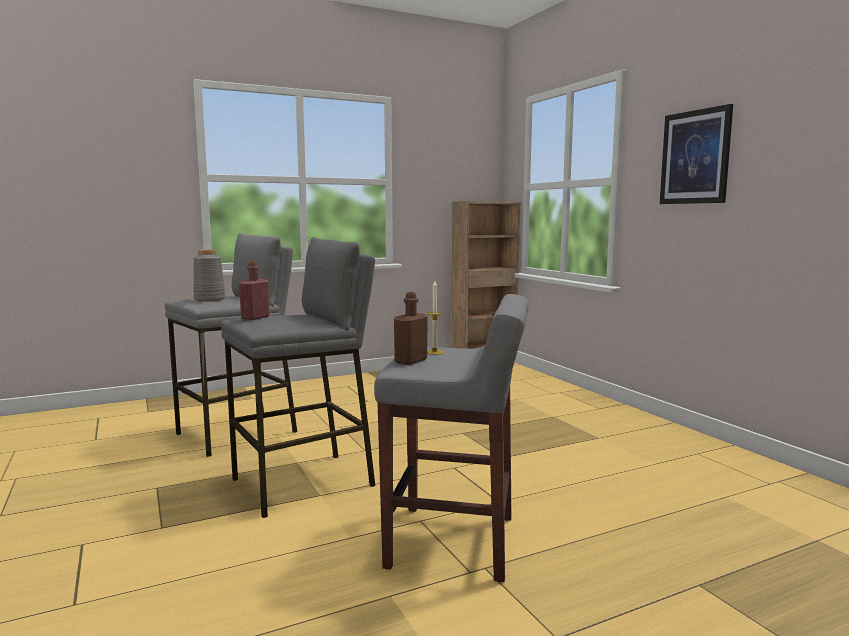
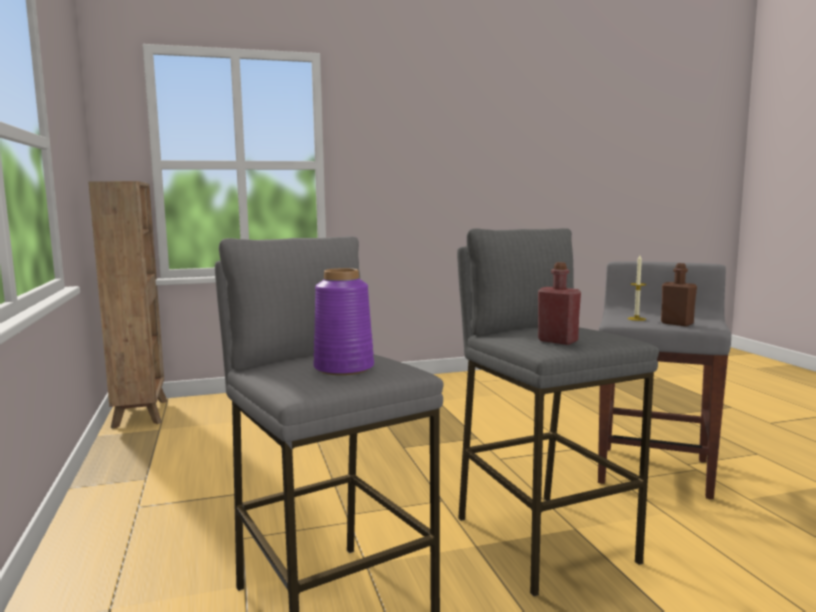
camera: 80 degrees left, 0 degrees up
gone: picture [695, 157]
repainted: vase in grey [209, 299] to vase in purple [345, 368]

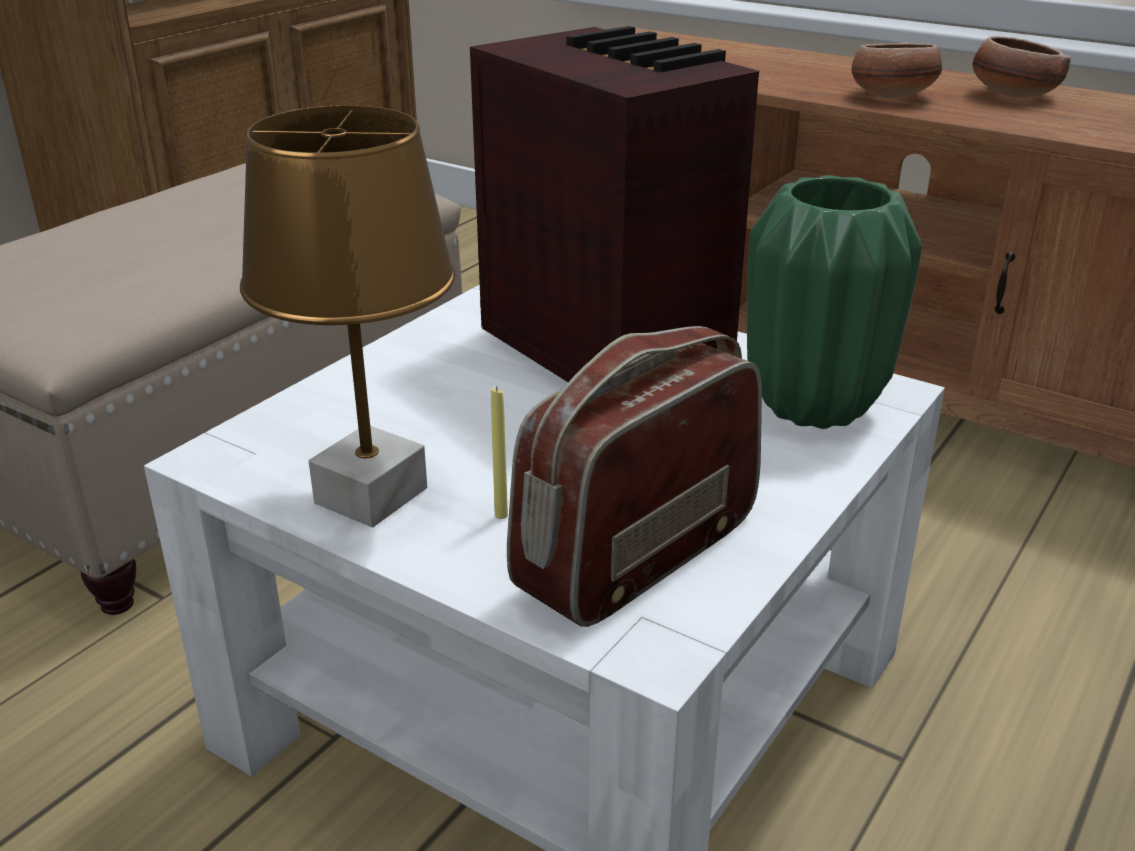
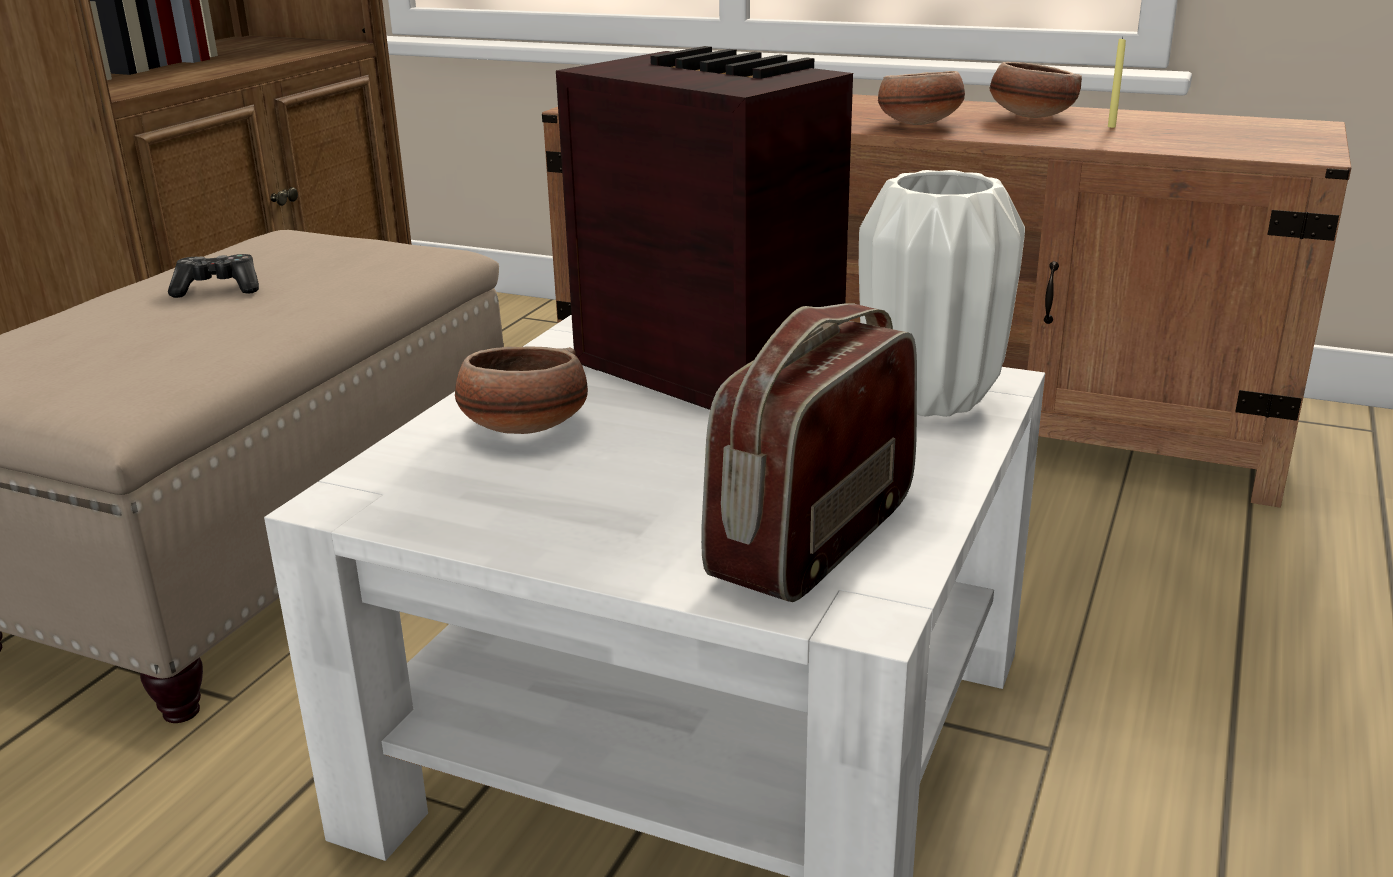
camera: 10 degrees left, 5 degrees down
gone: table lamp in brown [371, 494]
new: game controller [218, 289]; bowl [523, 429]
shifted: candle in yellow [501, 515] to [1111, 126]
repainted: vase in green [812, 405] to vase in white [928, 398]

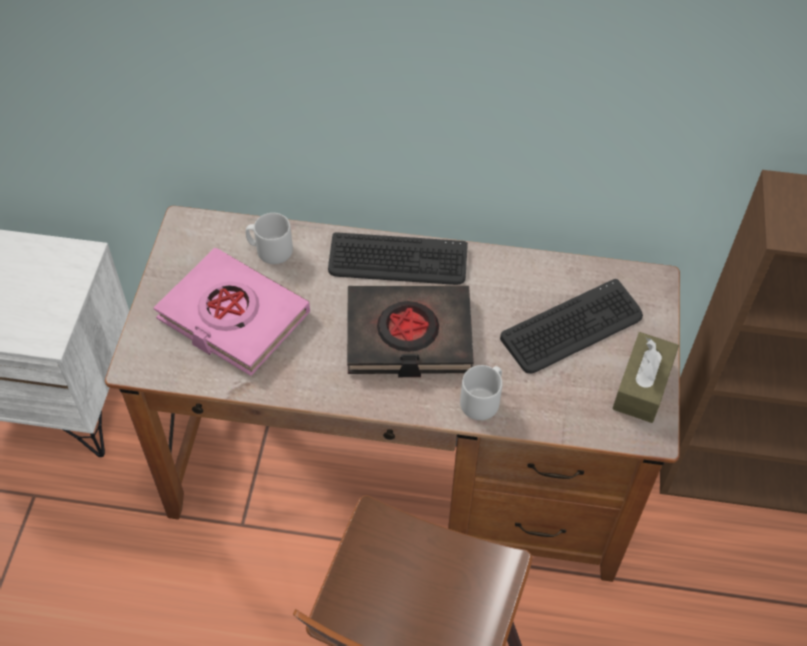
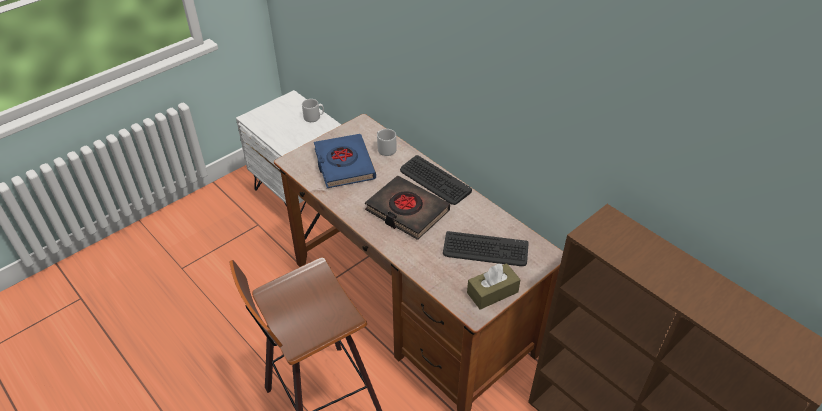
camera: 40 degrees right, 10 degrees down
shifted: mug in grey [482, 400] to [314, 117]
repainted: book in pink [233, 317] to book in blue [344, 164]

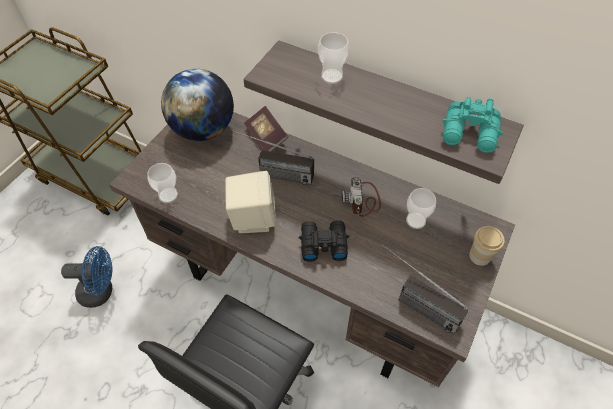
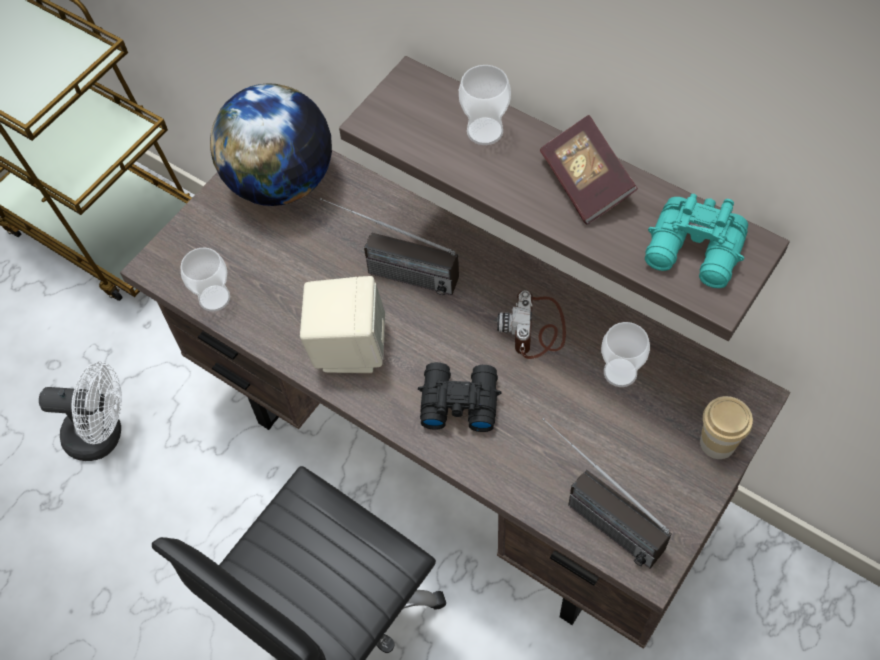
camera: 10 degrees right, 5 degrees up
shifted: book [266, 137] to [585, 183]
repainted: fan in blue [101, 291] to fan in white [103, 435]

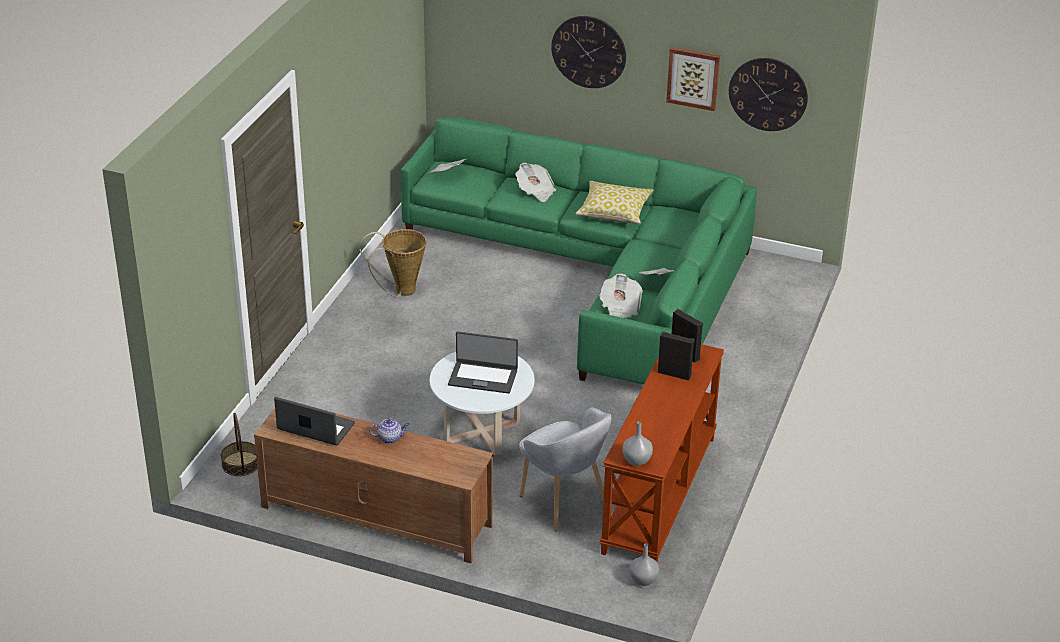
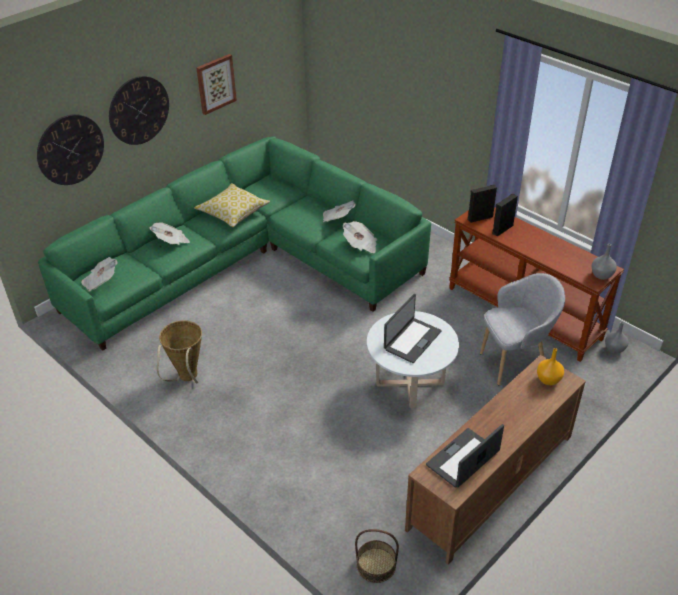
camera: 65 degrees left, 5 degrees up
gone: teapot [390, 438]
new: vase in orange [548, 379]
shifted: wall clock [768, 94] to [70, 149]

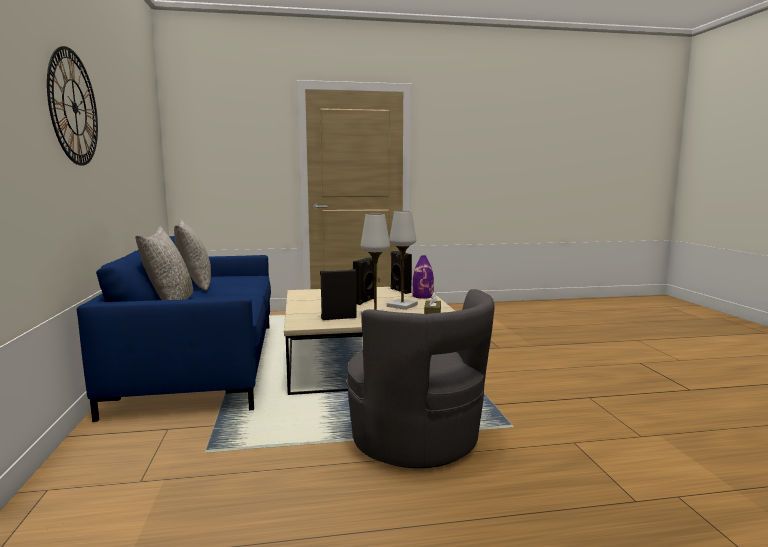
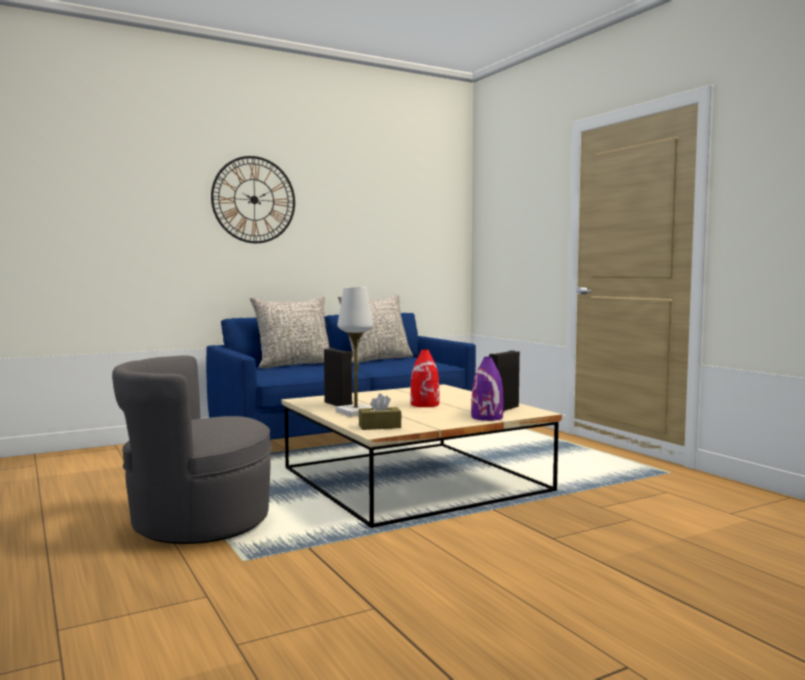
camera: 70 degrees right, 5 degrees down
gone: table lamp in white [402, 306]
swapped: speaker in black [365, 301] to vase in red [425, 404]
rotated: armchair in grey [417, 440] = [197, 522] 45 degrees clockwise

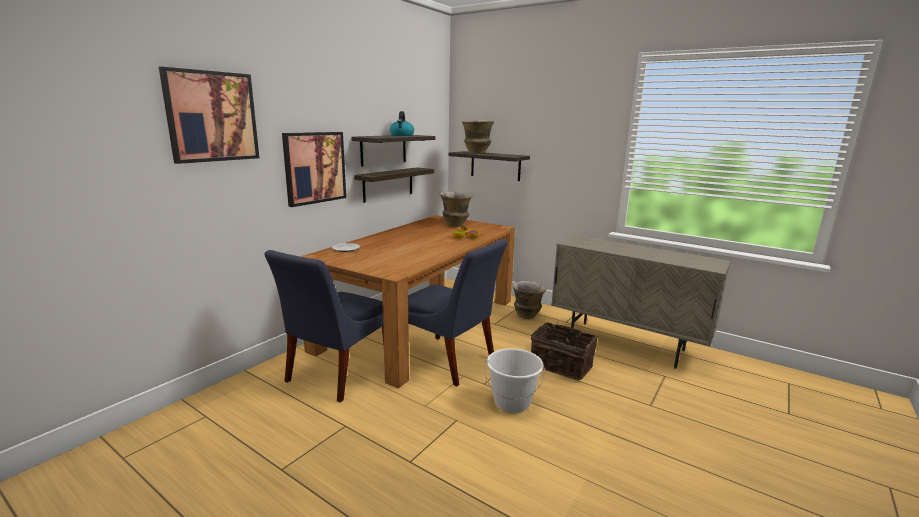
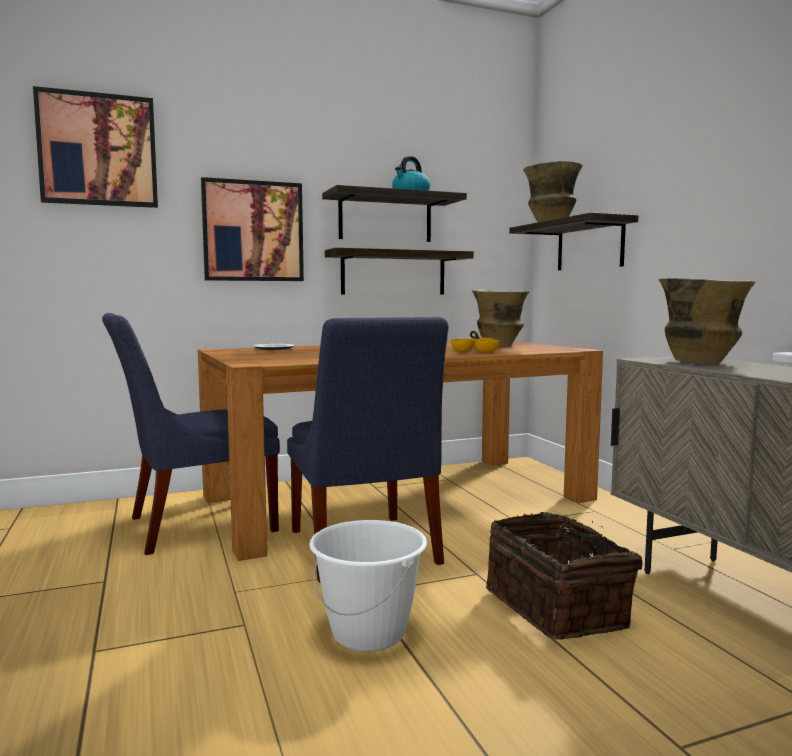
camera: 35 degrees right, 10 degrees down
shifted: vase [527, 316] to [701, 362]

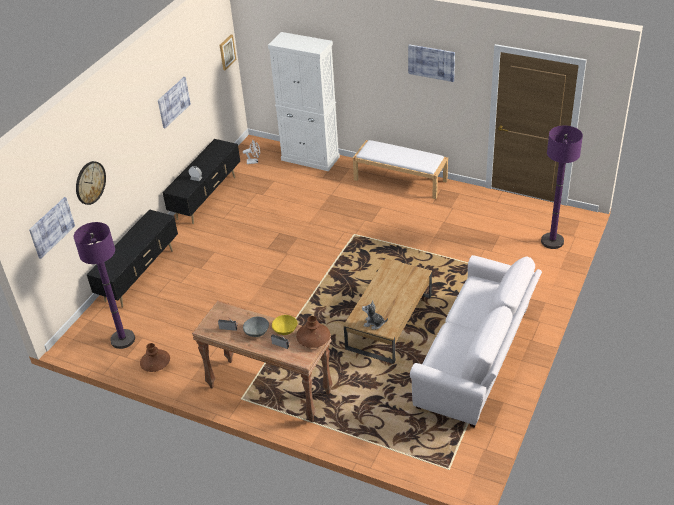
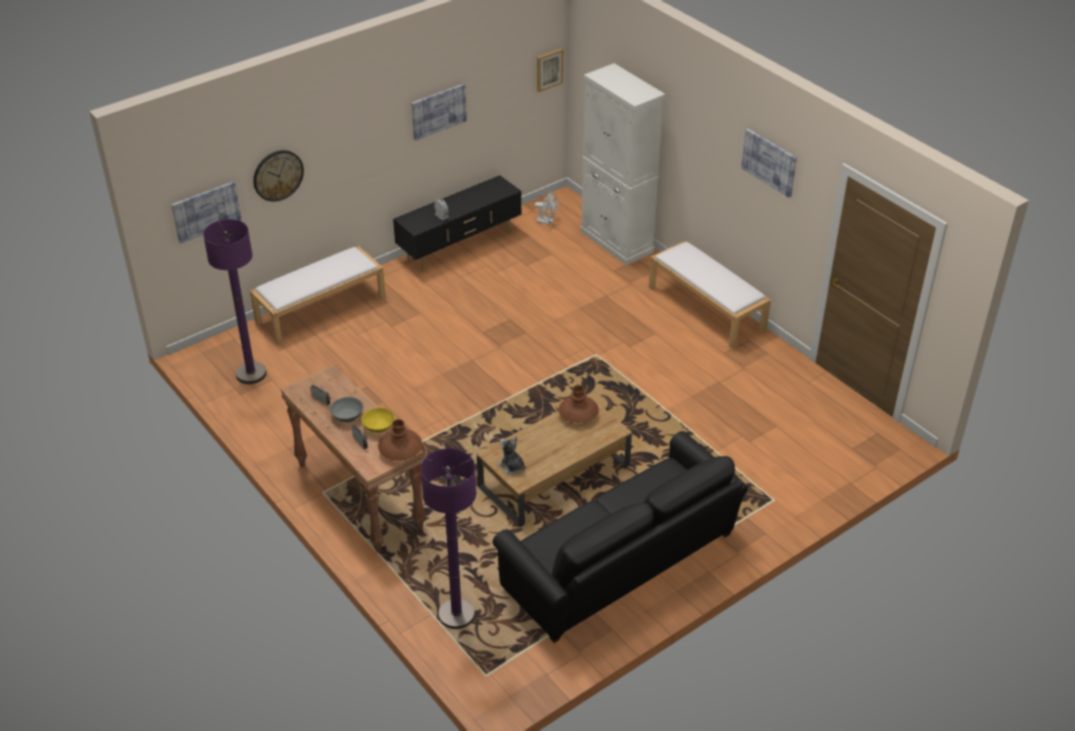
camera: 25 degrees right, 0 degrees up
shifted: vase in brown [156, 364] to [578, 415]; floor lamp in purple [552, 241] to [456, 615]
swapped: tv stand in black [140, 275] to bench in white [321, 309]
repainted: sofa in white [477, 360] to sofa in black [622, 566]

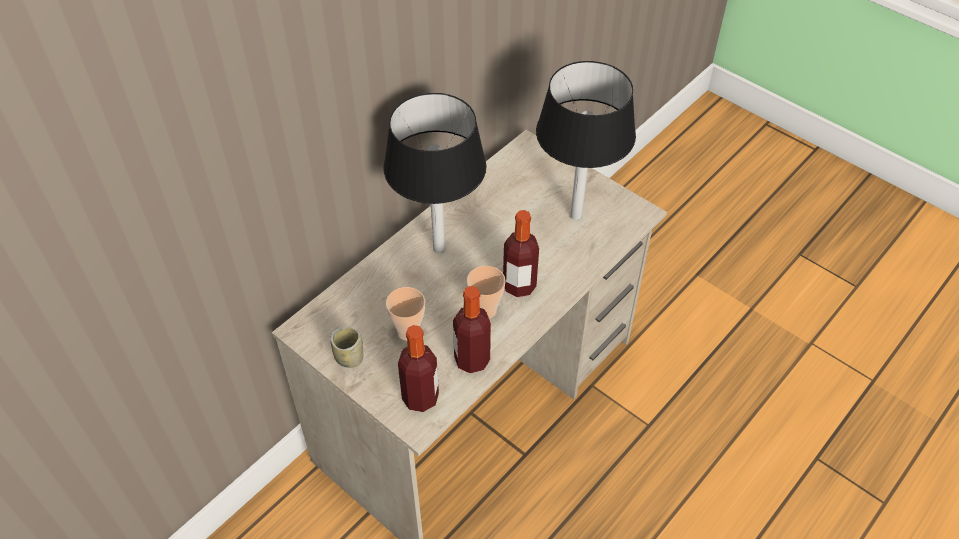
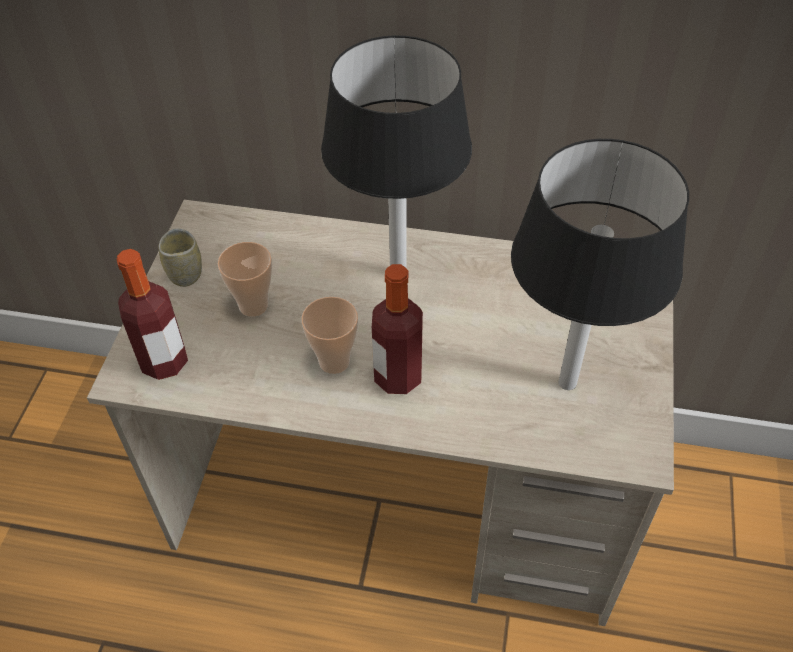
camera: 60 degrees right, 0 degrees up
gone: bottle [472, 360]

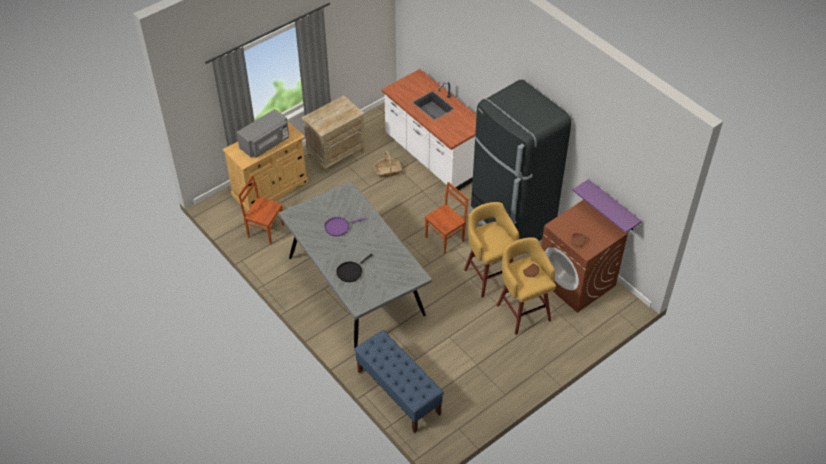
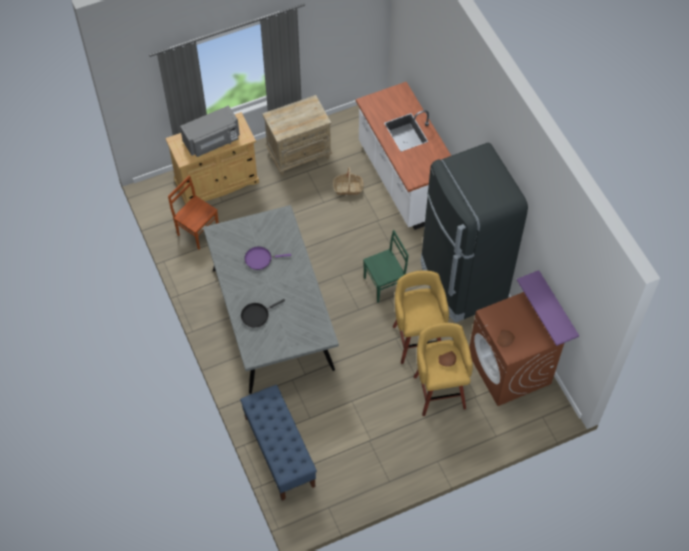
camera: 15 degrees right, 10 degrees up
repainted: chair in brown [445, 239] to chair in green [384, 285]

